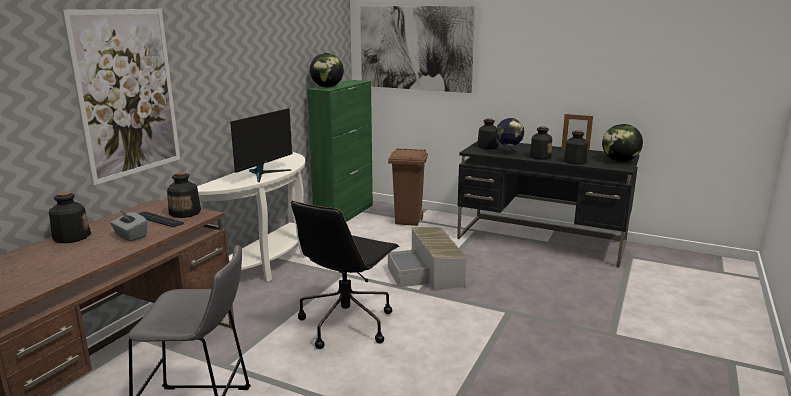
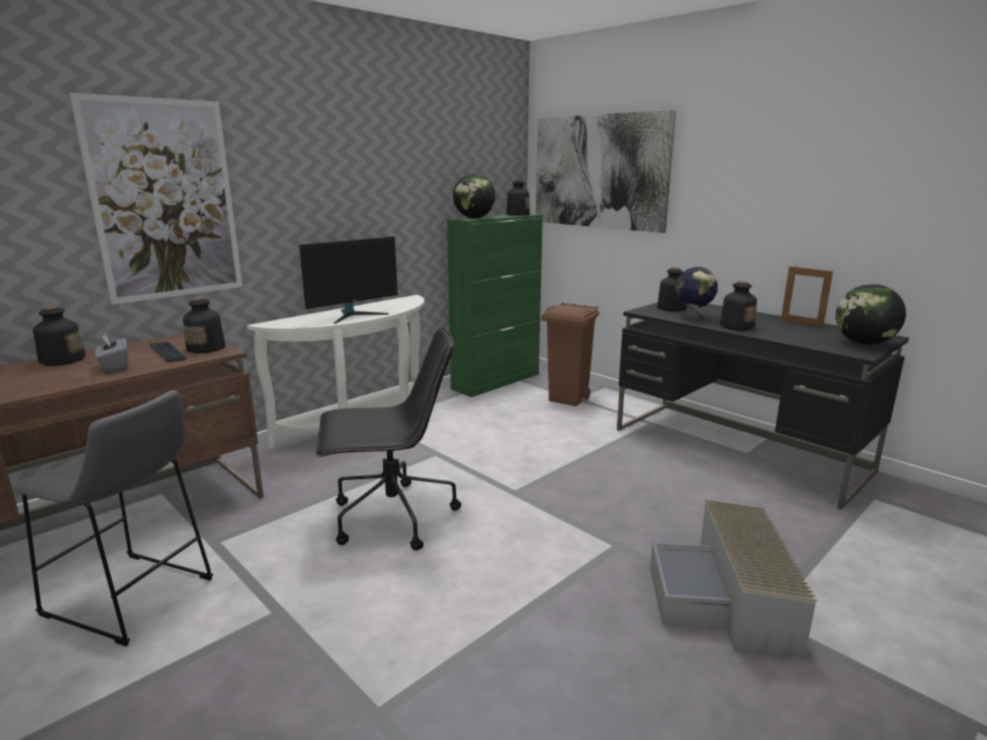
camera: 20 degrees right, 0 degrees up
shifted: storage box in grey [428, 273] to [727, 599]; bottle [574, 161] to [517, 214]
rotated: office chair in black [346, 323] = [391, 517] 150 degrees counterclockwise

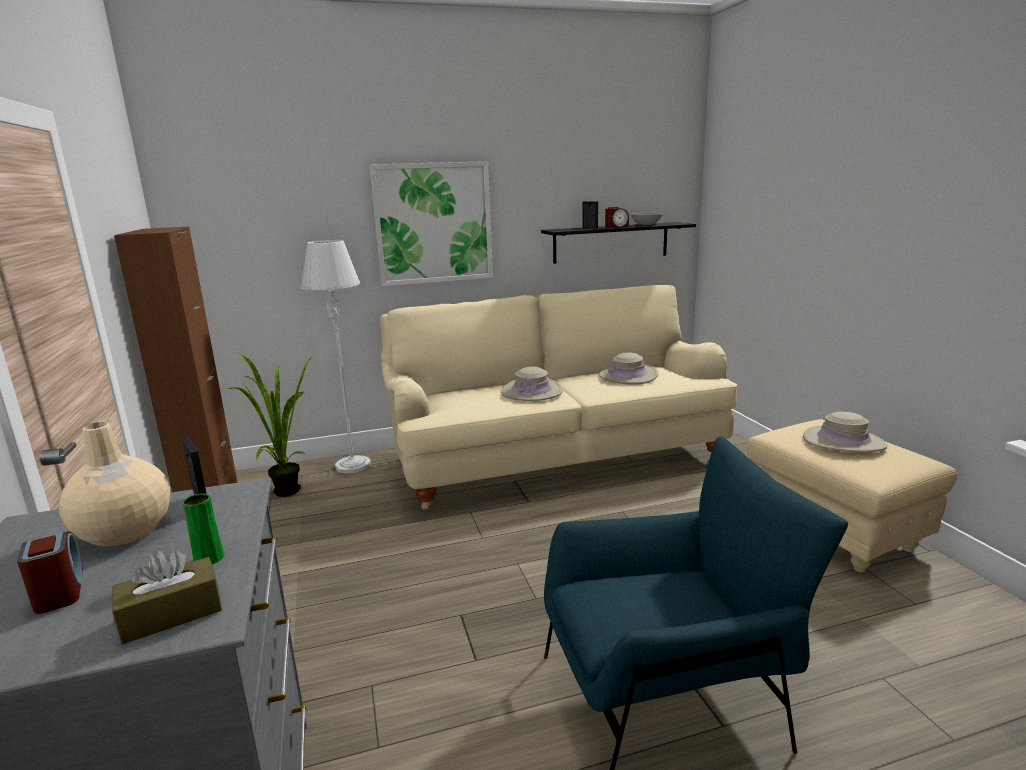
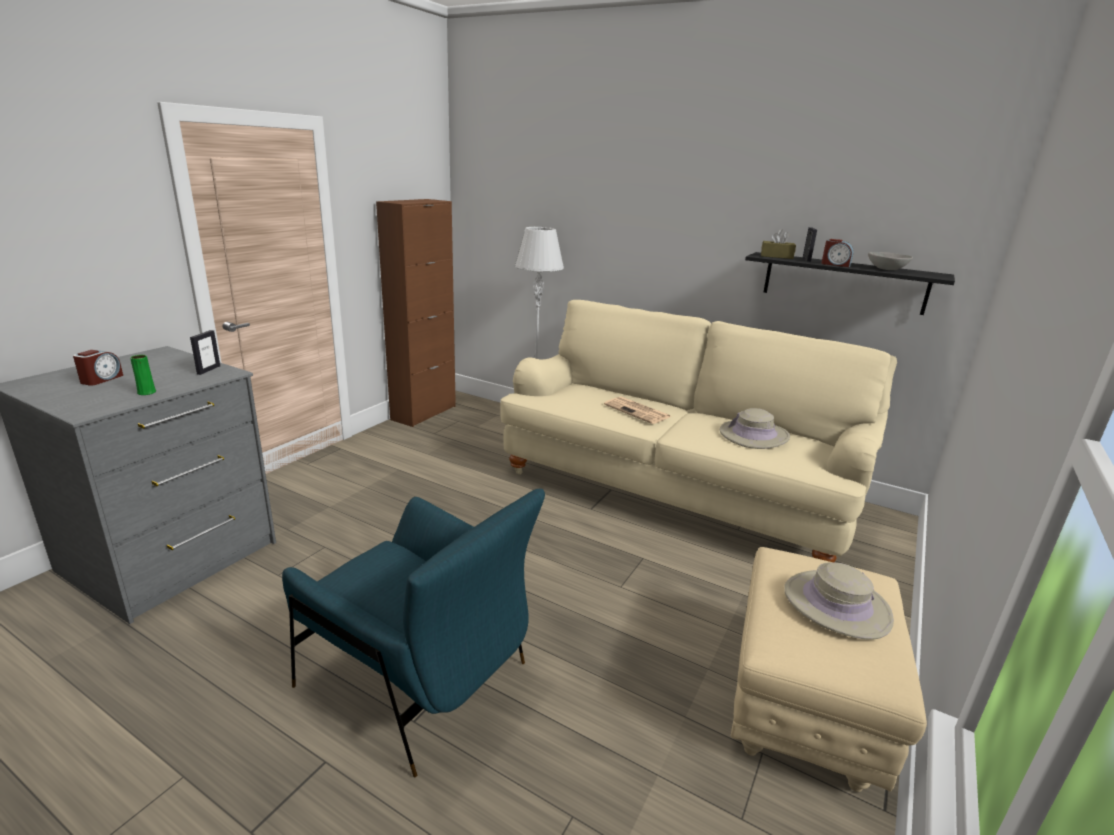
camera: 45 degrees right, 5 degrees up
gone: vase in beige [124, 532]; potted plant [286, 489]; picture [433, 223]
shifted: tissue box in brown [171, 614] to [776, 256]
swapped: hat in beige [532, 391] to newspaper [638, 411]

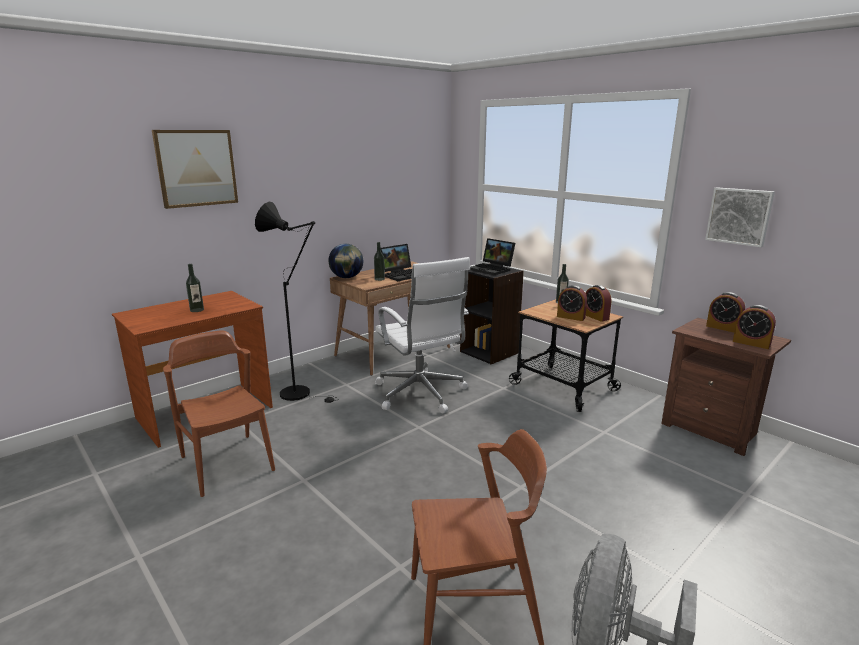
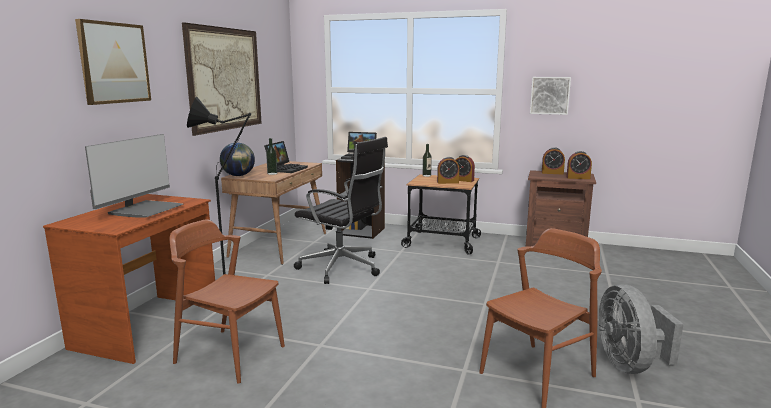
camera: 30 degrees left, 5 degrees down
new: picture [225, 79]
swapped: bottle [197, 310] to monitor [145, 210]
repainted: office chair in white [421, 394] to office chair in black [342, 268]

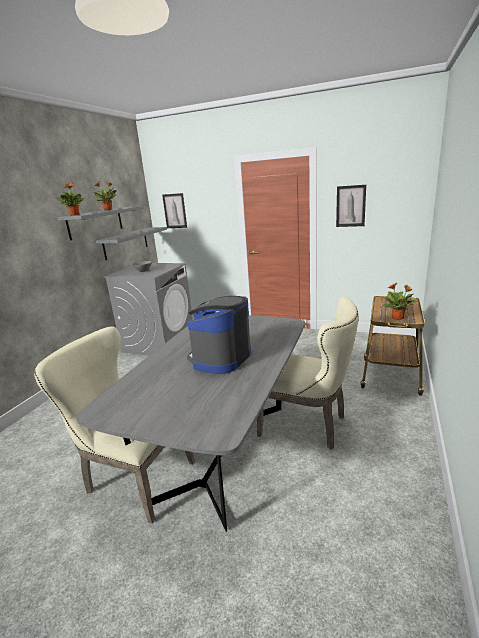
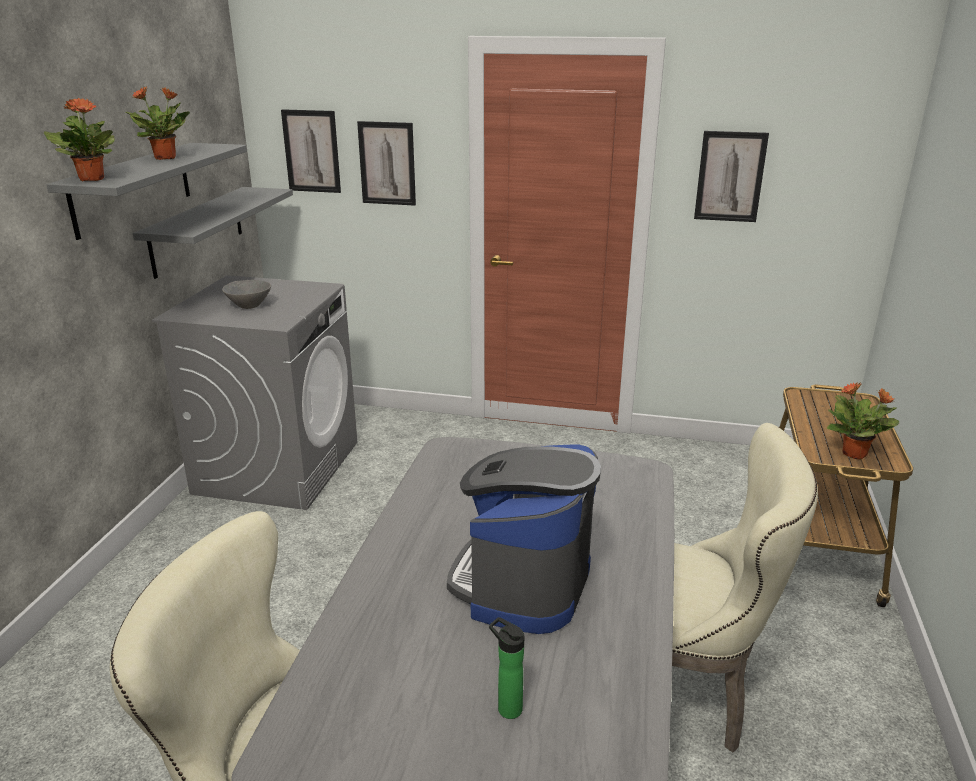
camera: 10 degrees left, 5 degrees up
new: picture [387, 163]; bottle [506, 707]

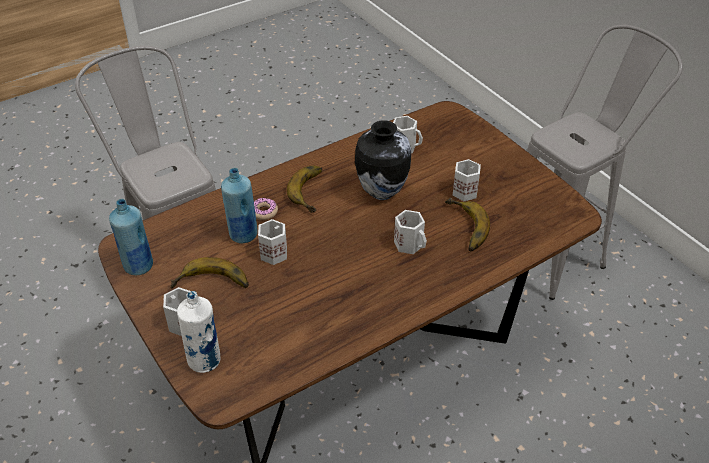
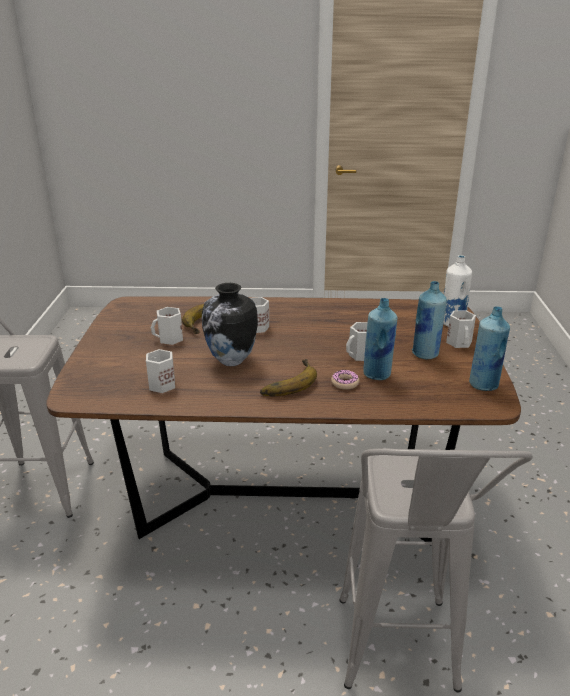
camera: 145 degrees left, 15 degrees down
swapped: banana [211, 285] to bottle in blue [425, 354]

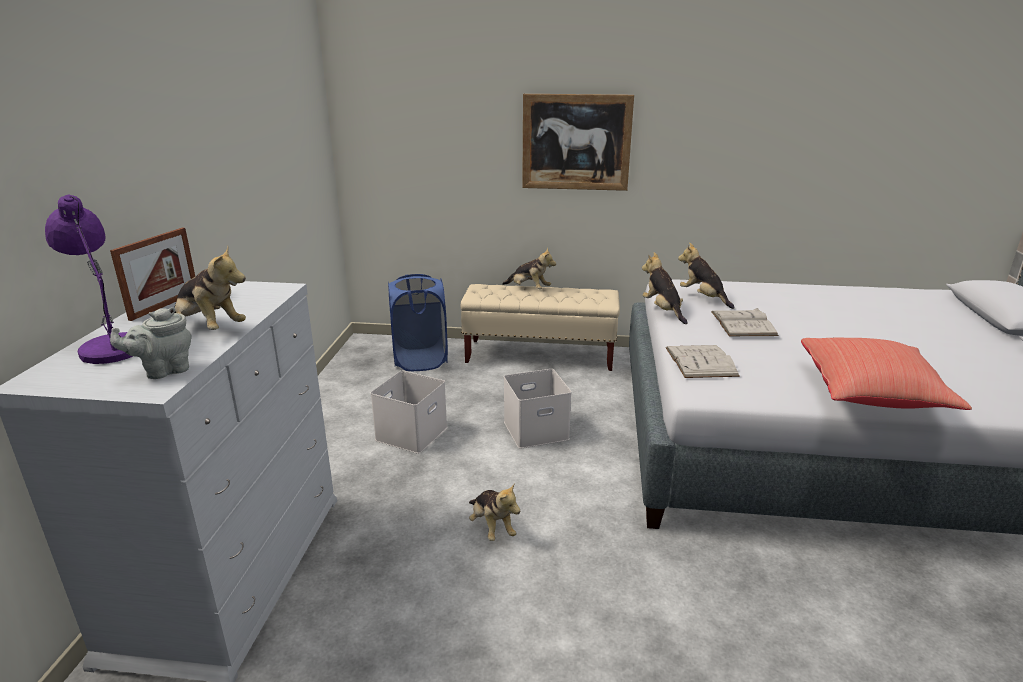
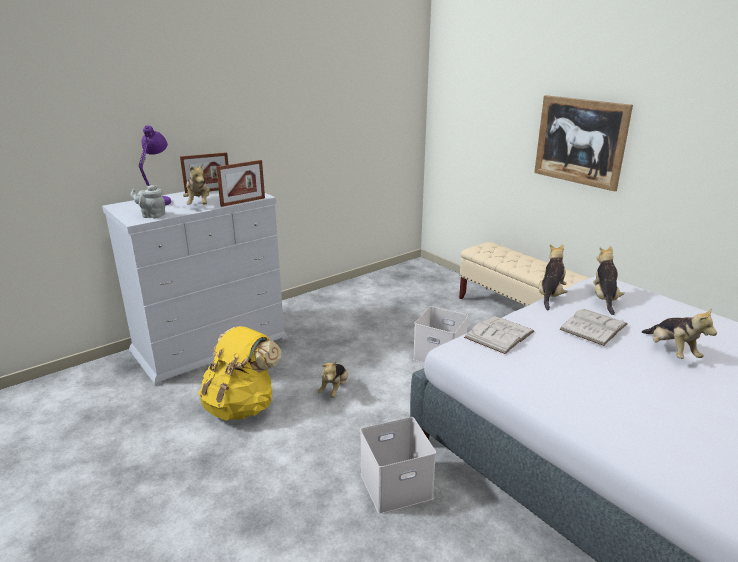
camera: 45 degrees right, 0 degrees up
gone: laundry basket in blue [420, 360]; pillow in red [871, 395]
new: backpack in yellow [241, 406]; picture frame [243, 202]
shifted: storage box in white [411, 433] to [396, 484]; plush toy [529, 289] to [671, 351]

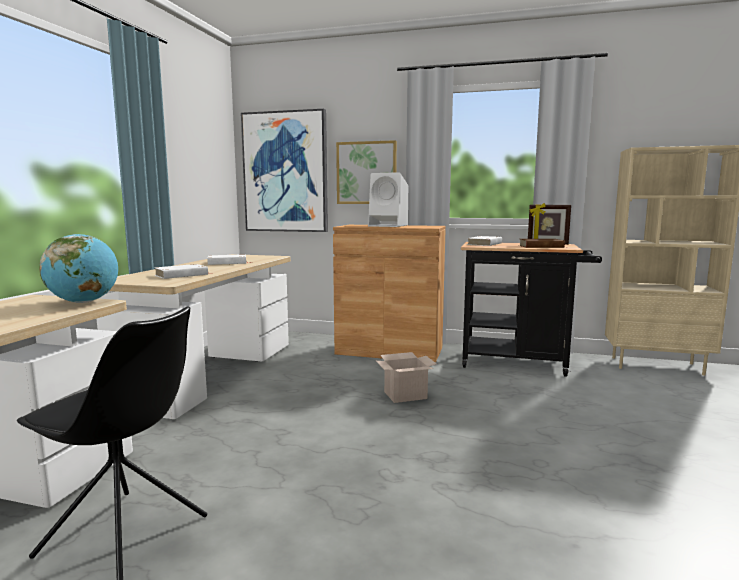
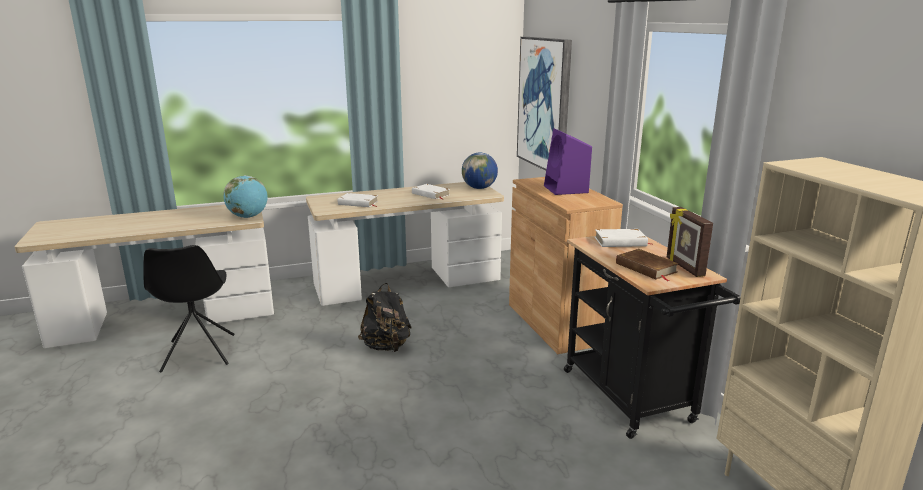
camera: 55 degrees right, 10 degrees up
gone: picture [366, 173]; cardboard box [406, 395]
new: backpack in black [386, 347]; globe [479, 188]
repainted: speaker in white [389, 225] to speaker in purple [566, 189]

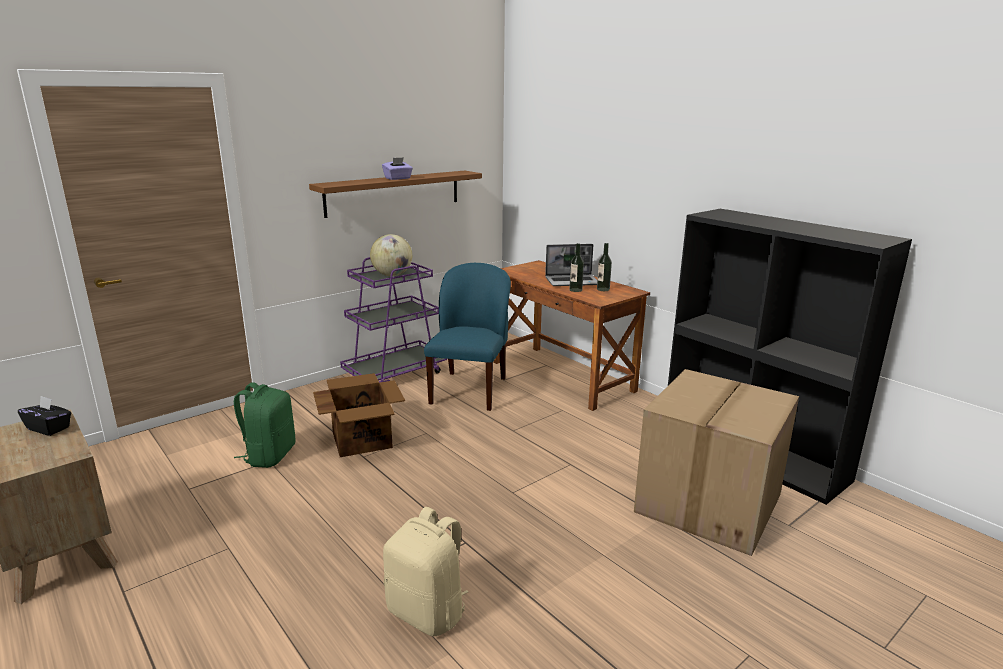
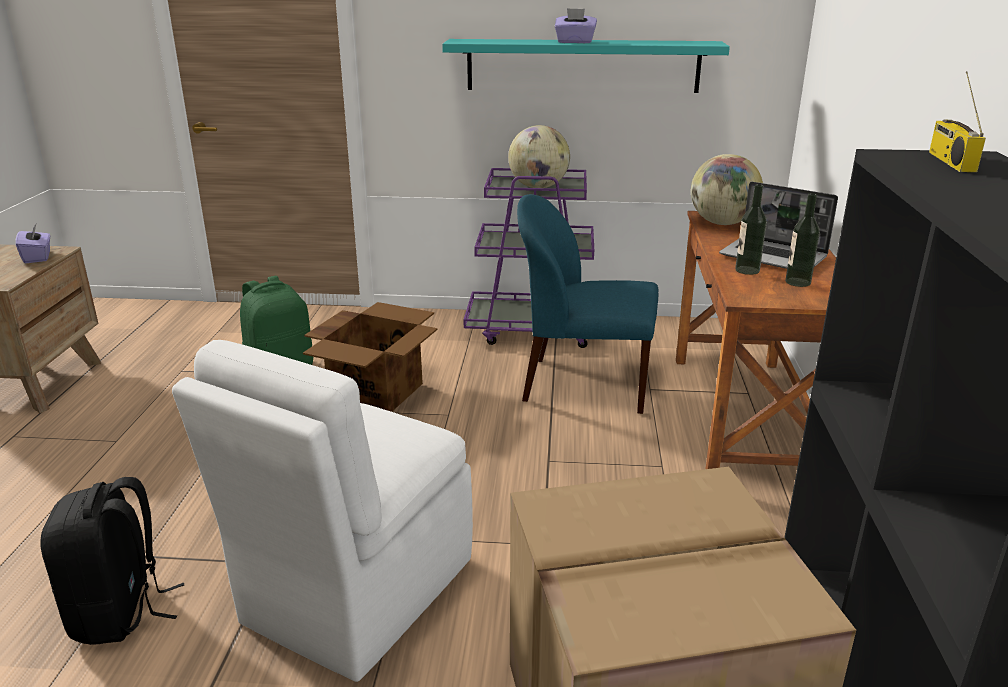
camera: 45 degrees right, 5 degrees up
new: chair in white [355, 594]; globe [722, 223]; radio [949, 161]
repainted: tissue box in black [49, 428] to tissue box in purple [38, 257]; shelf in brown [394, 193] to shelf in turquoise [582, 65]; backpack in beige [428, 612] to backpack in black [120, 612]
rotated: chair in blue [469, 390] = [583, 384] 135 degrees counterclockwise

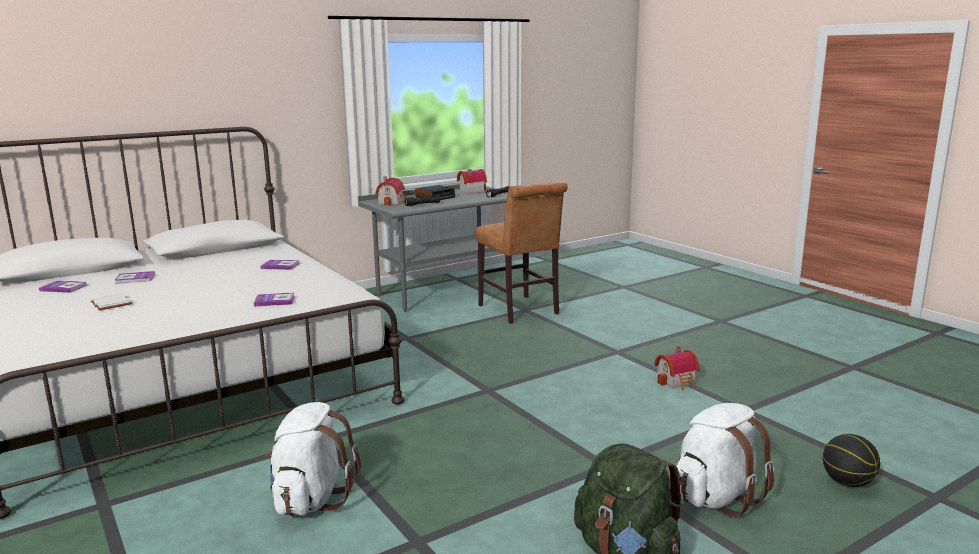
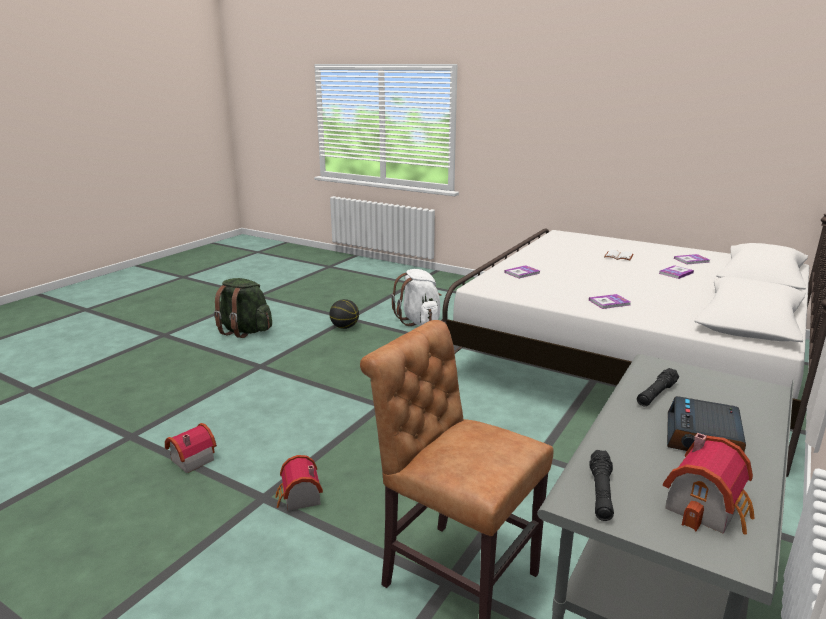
camera: 155 degrees right, 5 degrees up
gone: backpack in white [716, 497]
shifted: toy house [393, 202] to [299, 498]; basketball [847, 482] to [345, 327]

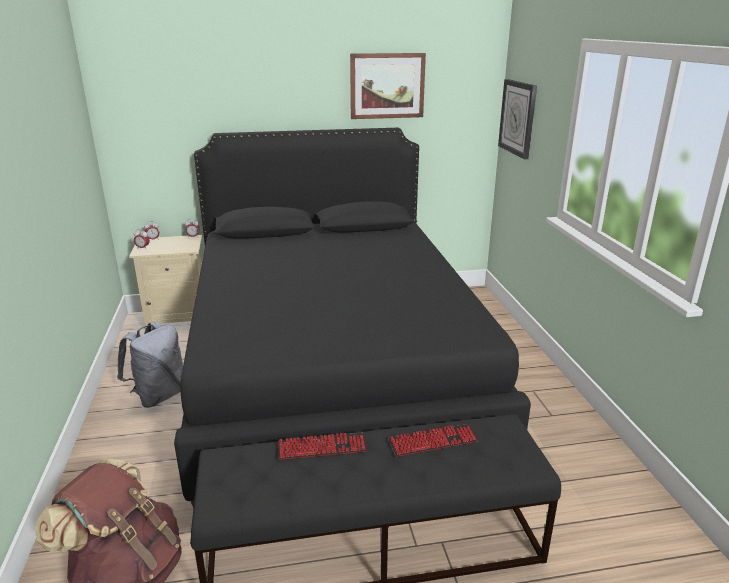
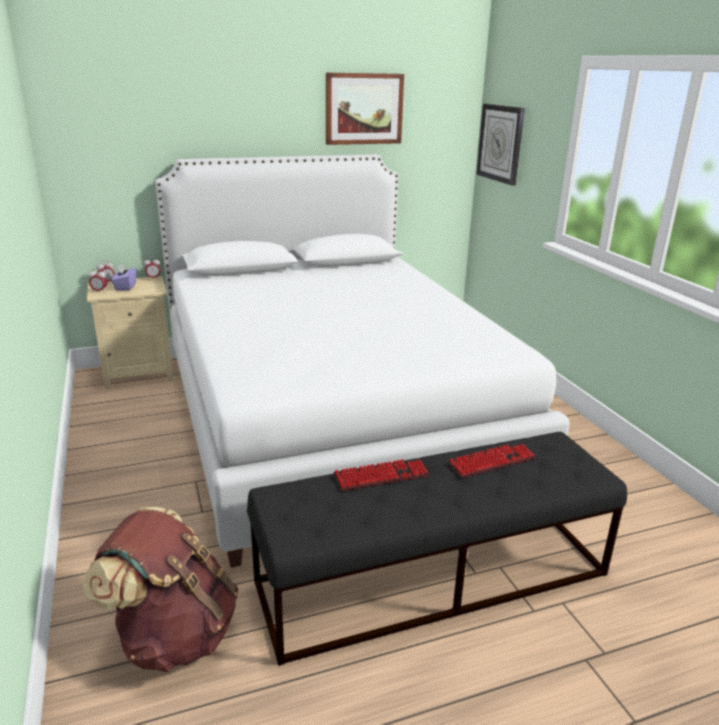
camera: 10 degrees left, 0 degrees up
gone: backpack in grey [159, 396]
new: tissue box in purple [125, 287]
repainted: bed in black [332, 372] to bed in white [330, 416]

